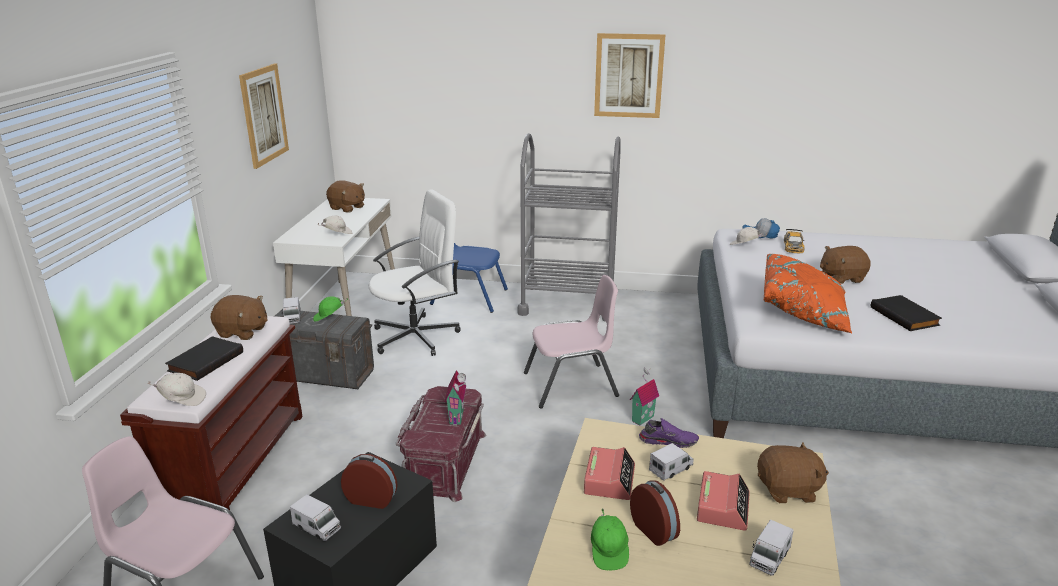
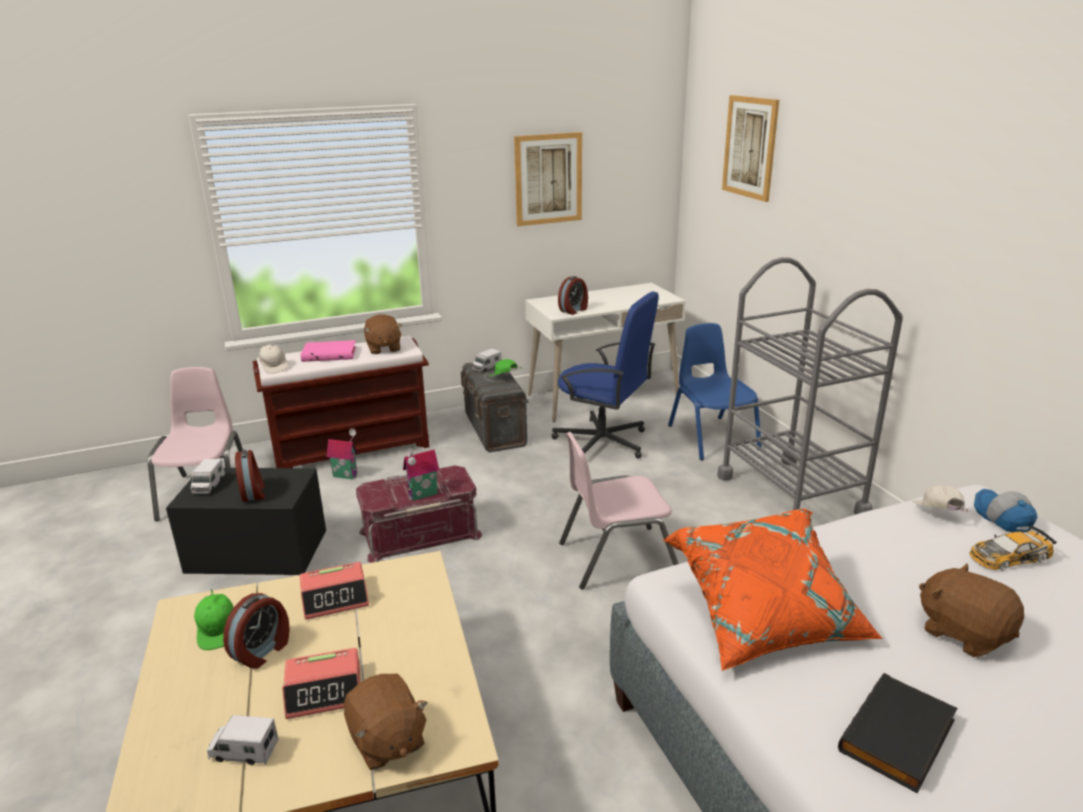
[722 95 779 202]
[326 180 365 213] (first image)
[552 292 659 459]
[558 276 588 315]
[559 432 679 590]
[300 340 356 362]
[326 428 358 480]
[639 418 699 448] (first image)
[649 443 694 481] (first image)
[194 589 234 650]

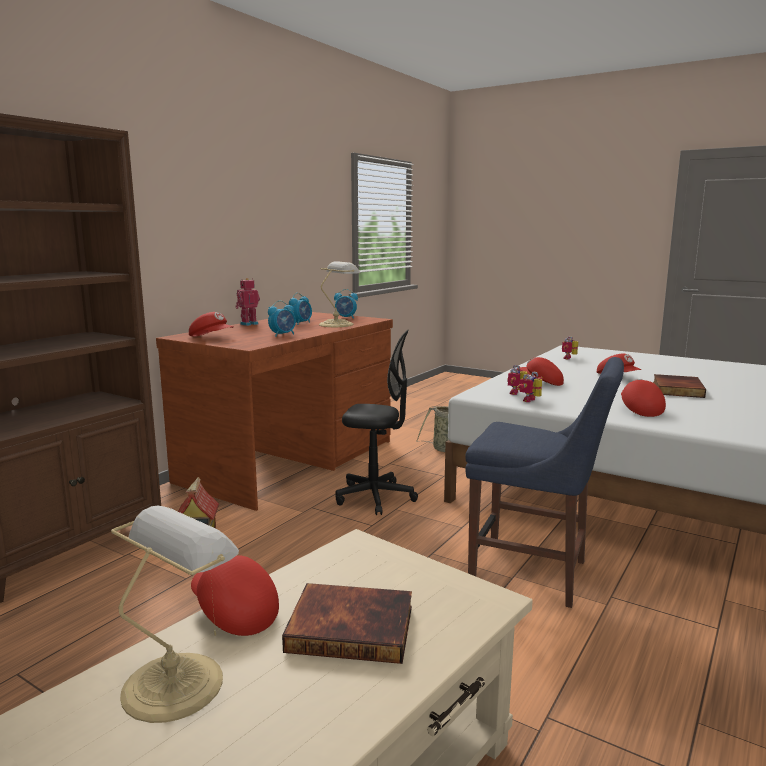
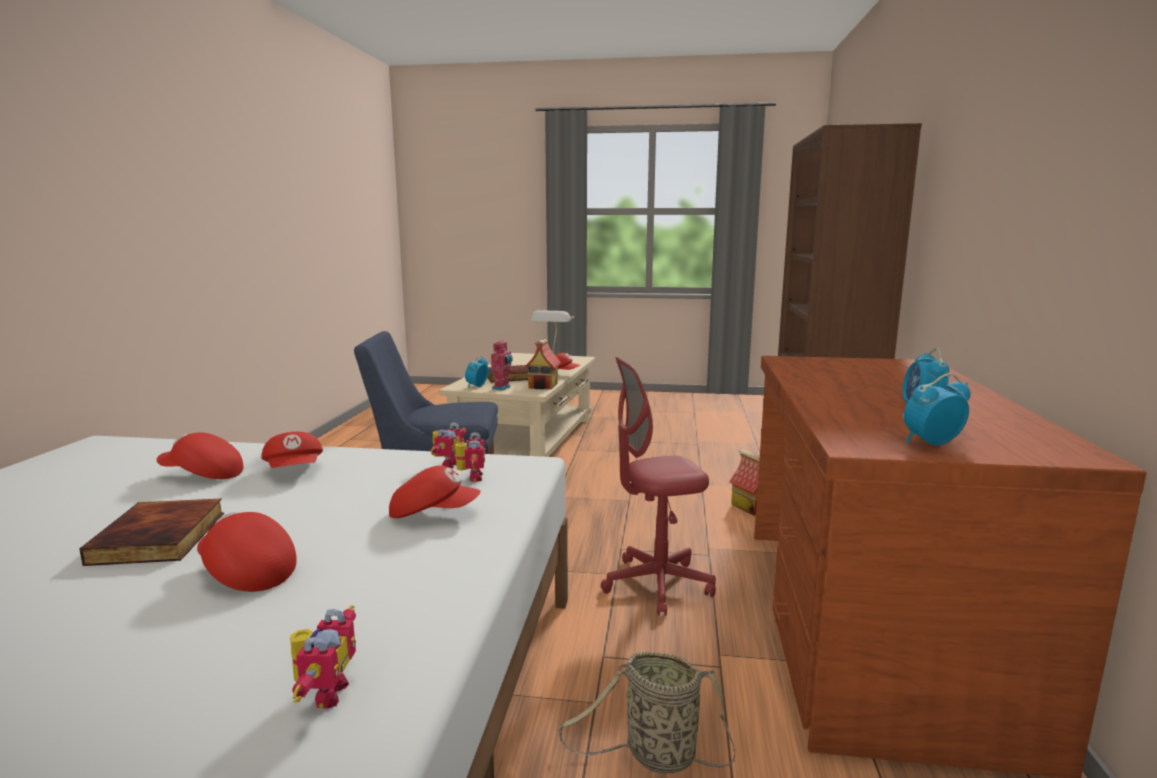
[319 261 360 327] (first image)
[491 340 513 390]
[465 355 488 388]
[157 432 243 479]
[601 357 716 616]
[524 339 561 390]

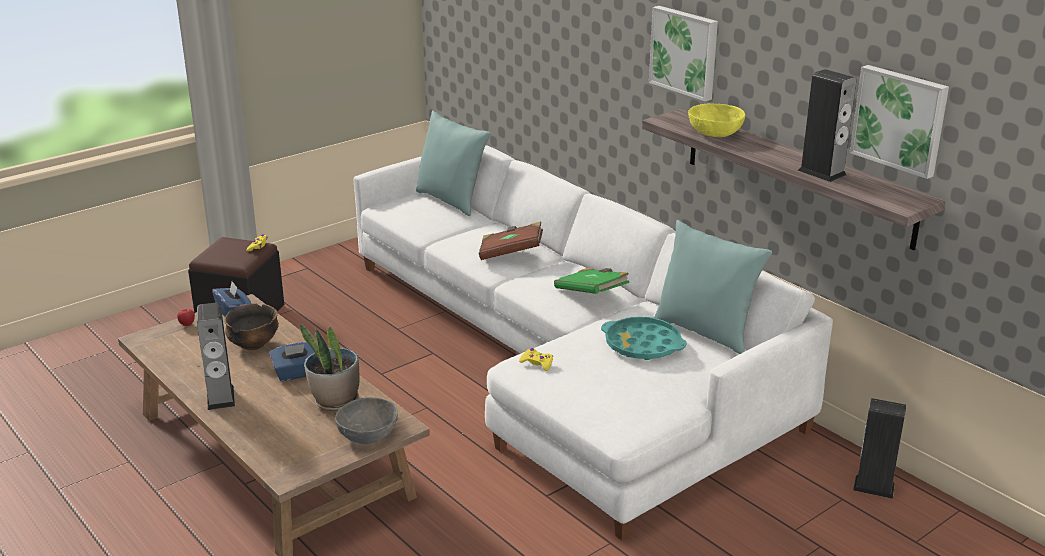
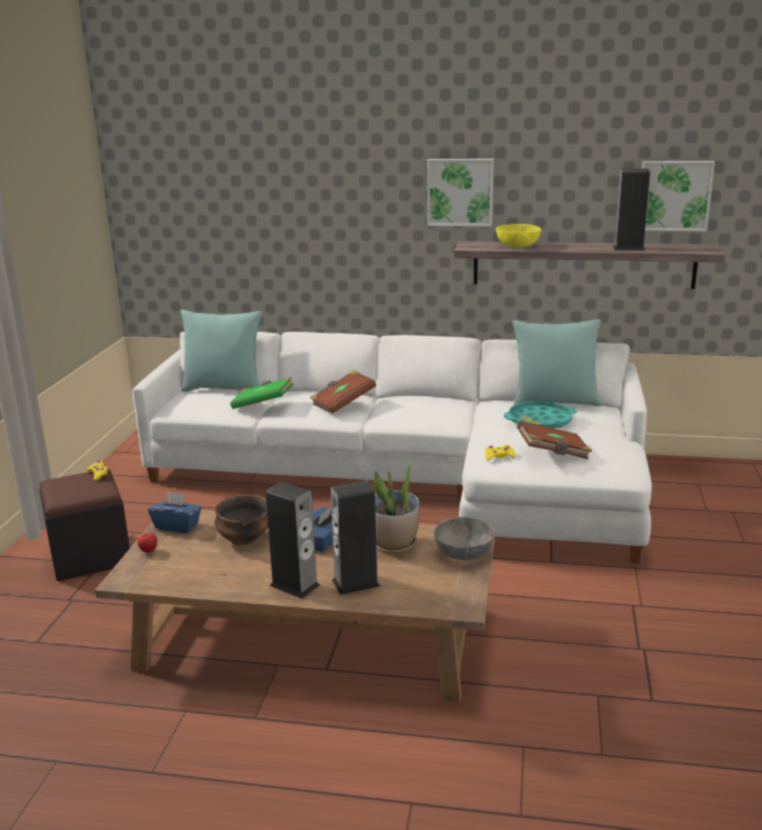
[230 376 294 409]
[331 480 380 595]
[517 421 592 459]

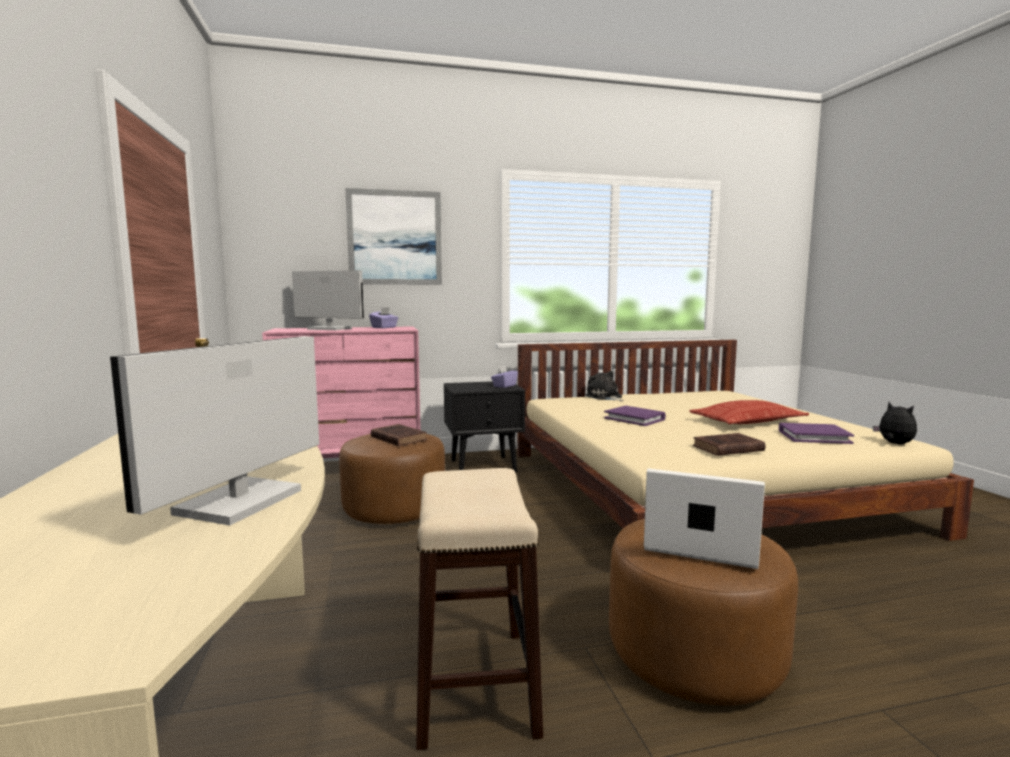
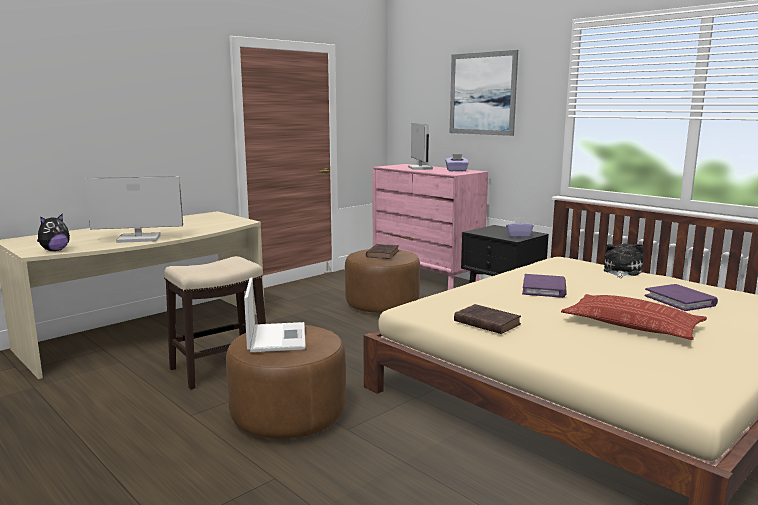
[37 213 70 251]
[645 284 718 311]

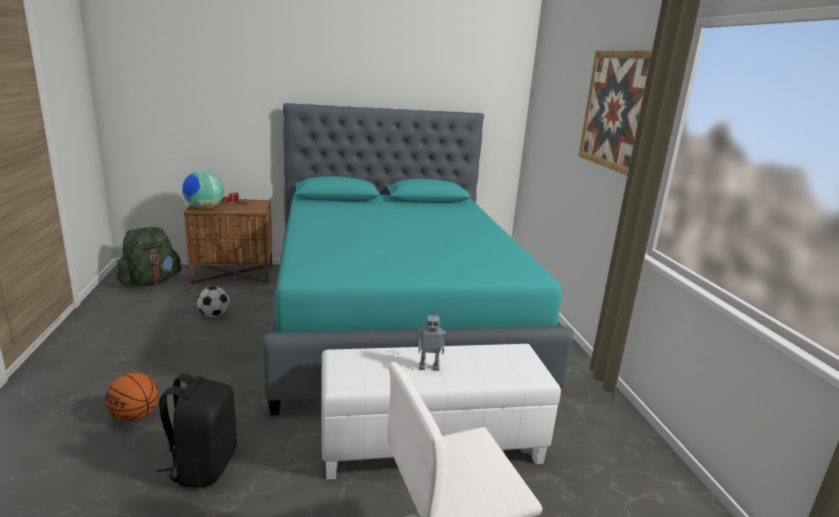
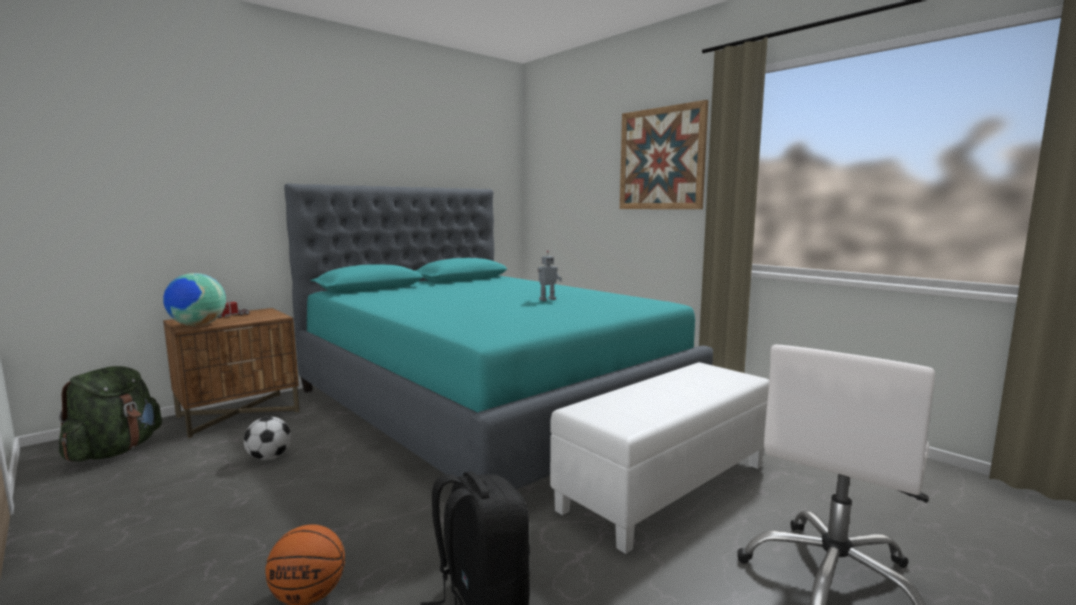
[538 250 562 301]

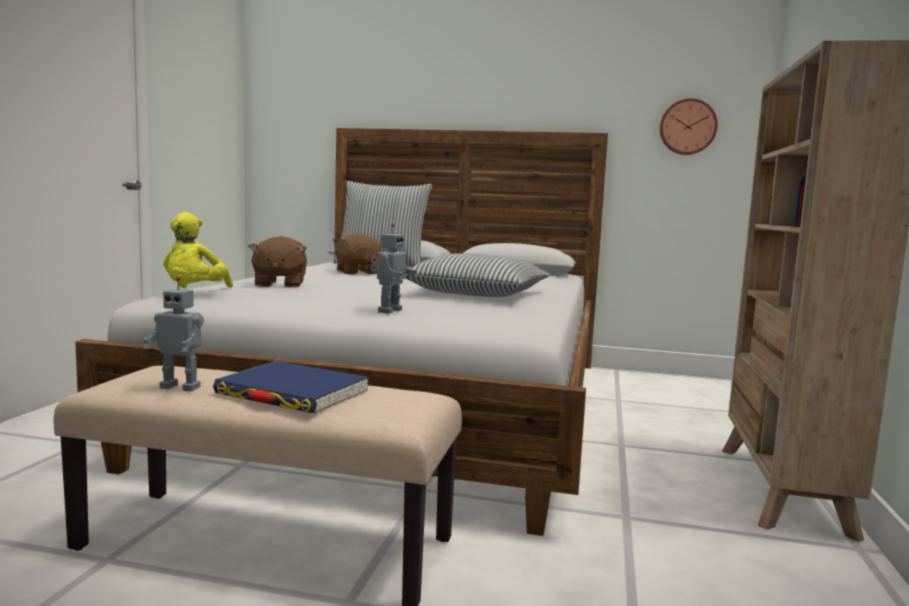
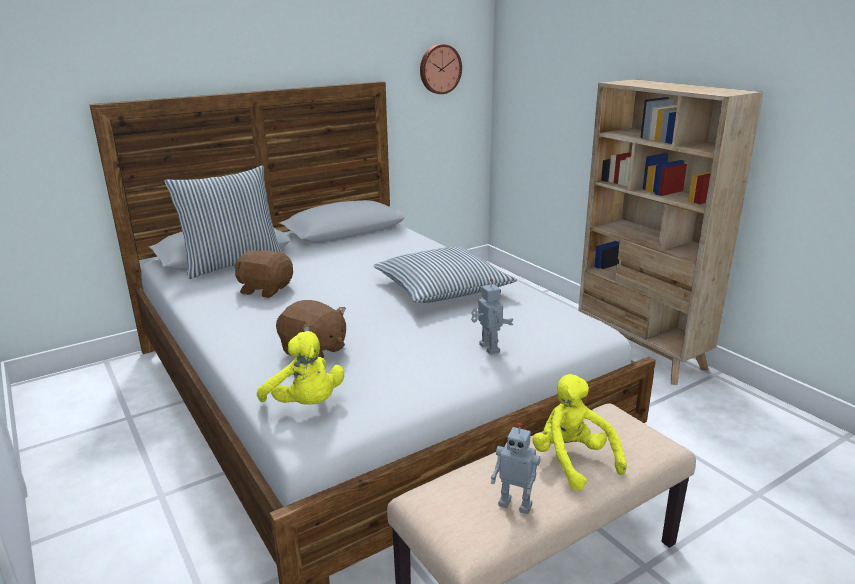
[491 423 541 514]
[532 374 627 491]

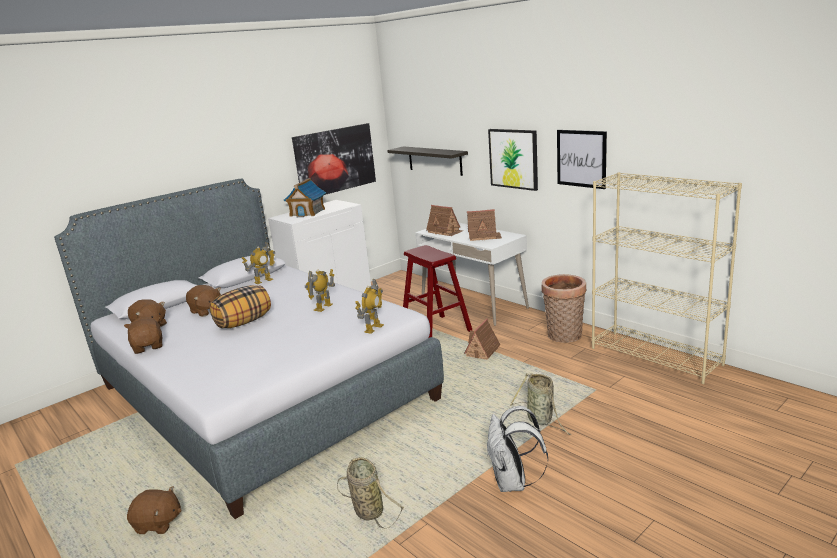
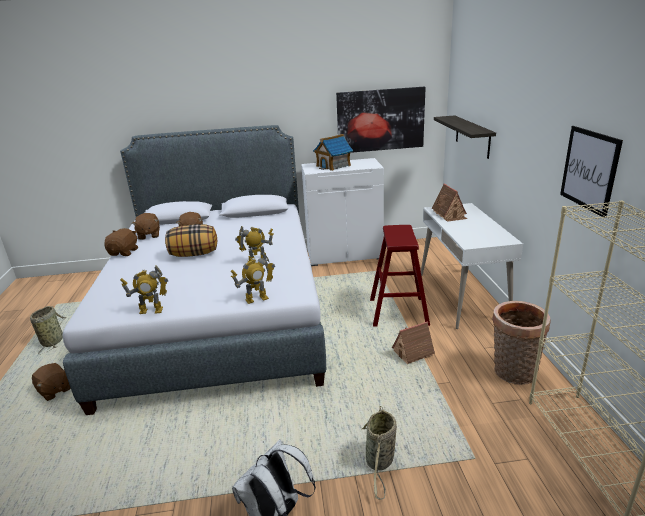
[488 129 538 191] (first image)
[467 209 502 241] (first image)
[120 265 168 314]
[30 306 66 355]

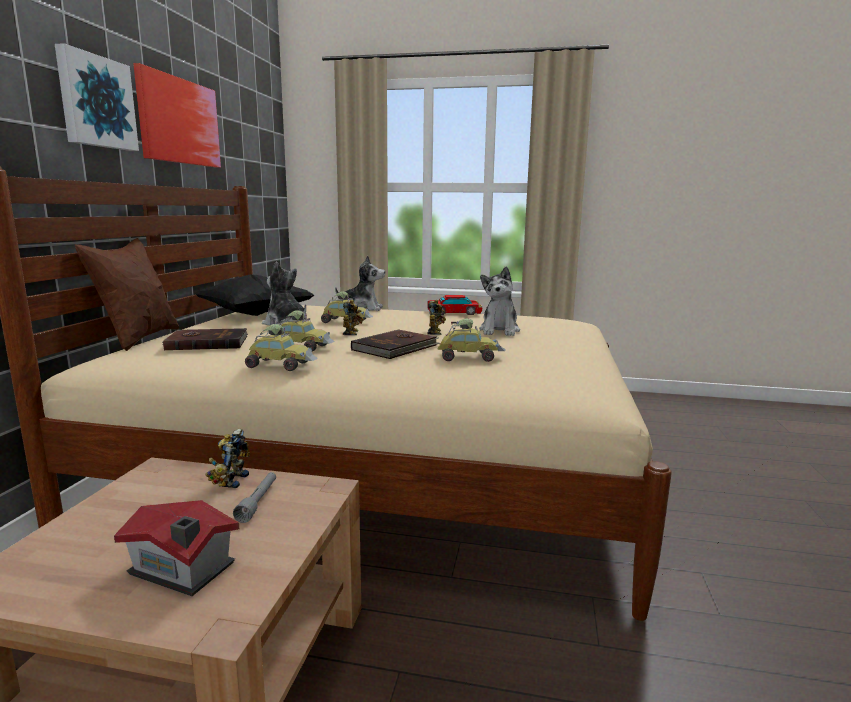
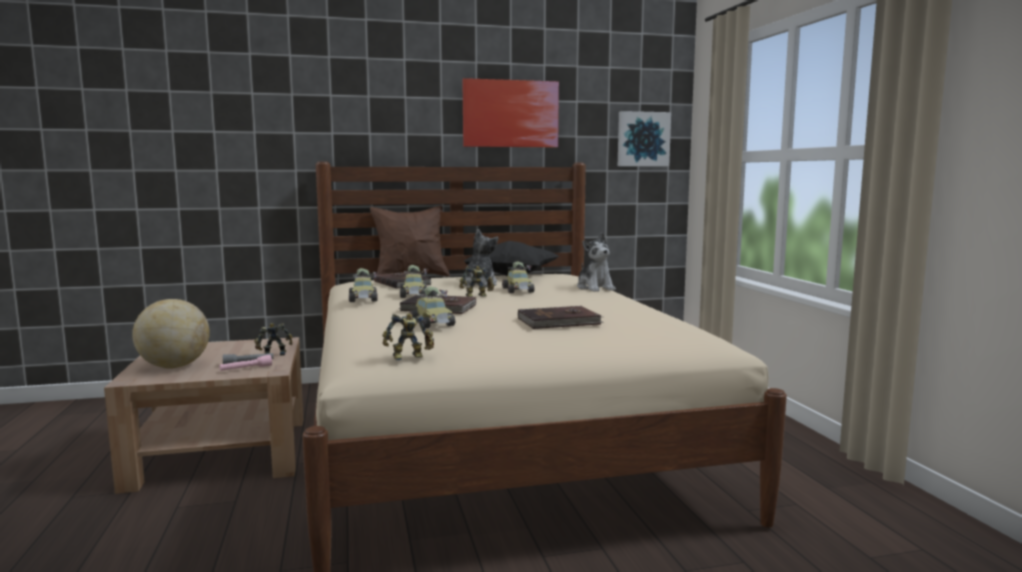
[618 111 671 166]
[518 306 604 329]
[427 295 482 315] (first image)
[382 313 434 360]
[132 299 210 369]
[219 355 272 371]

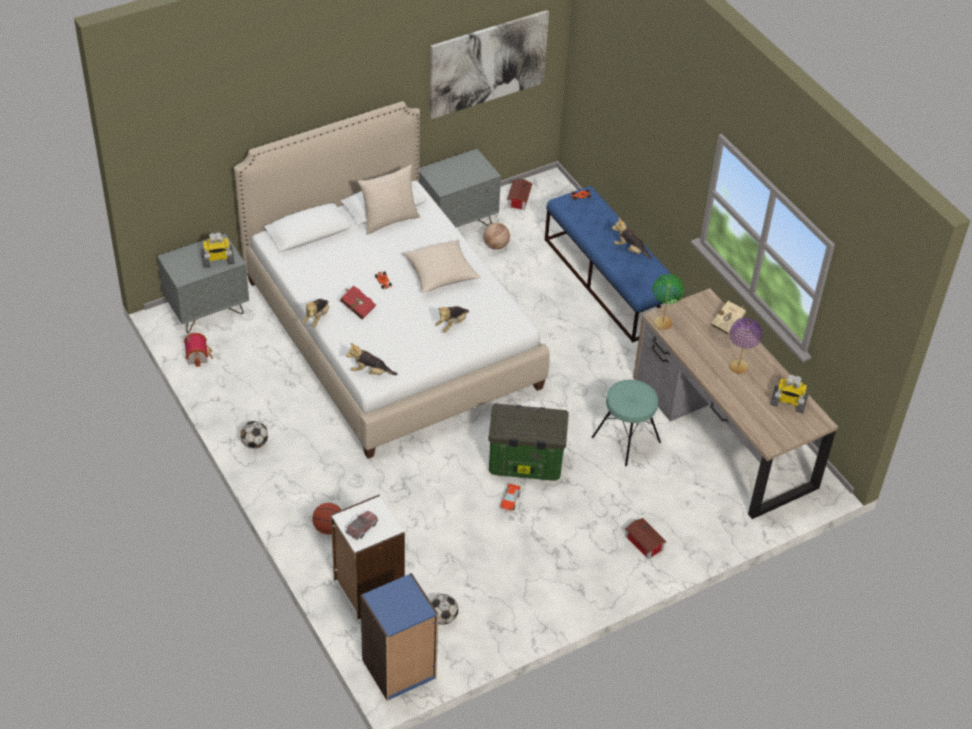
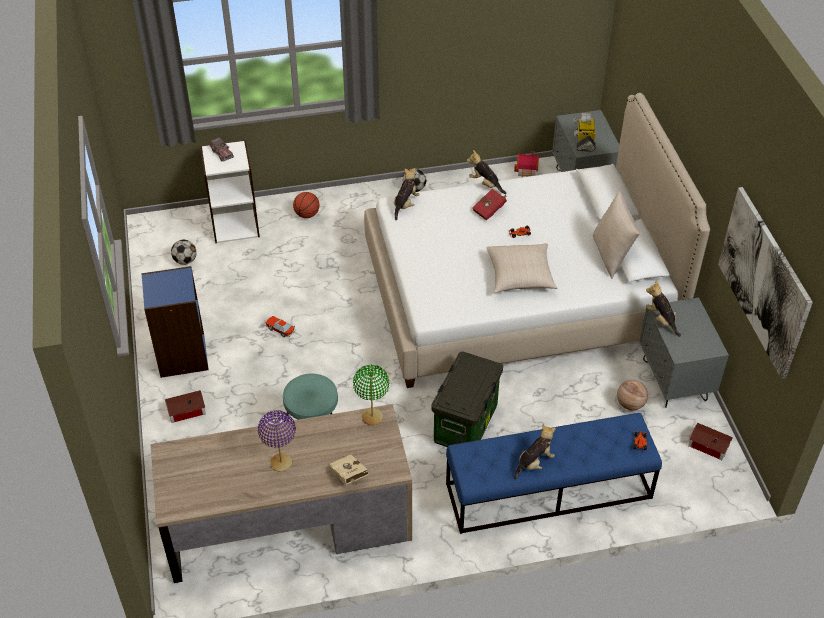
[646 280 681 337]
[770 375 809 413] (first image)
[432 351 503 447]
[141 266 209 378]

